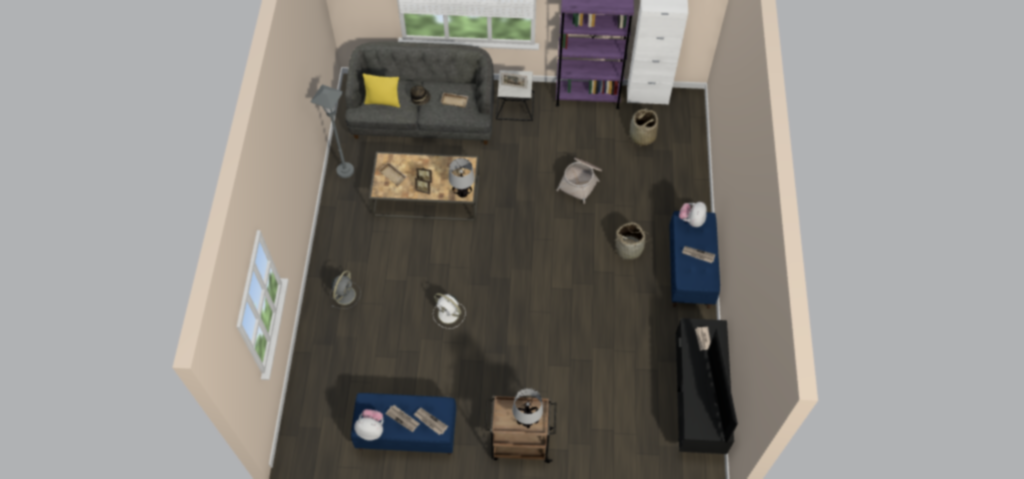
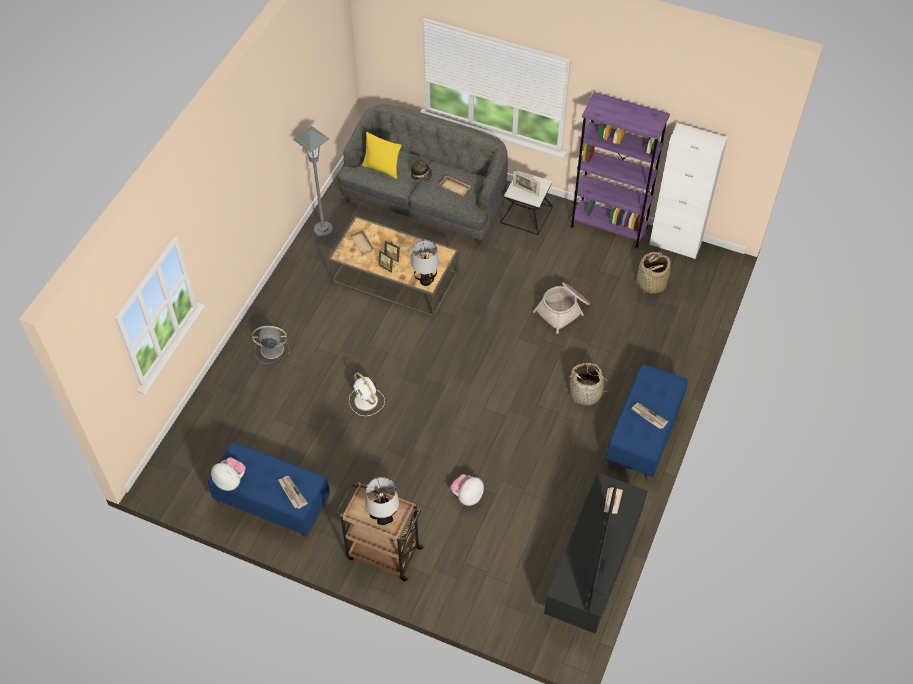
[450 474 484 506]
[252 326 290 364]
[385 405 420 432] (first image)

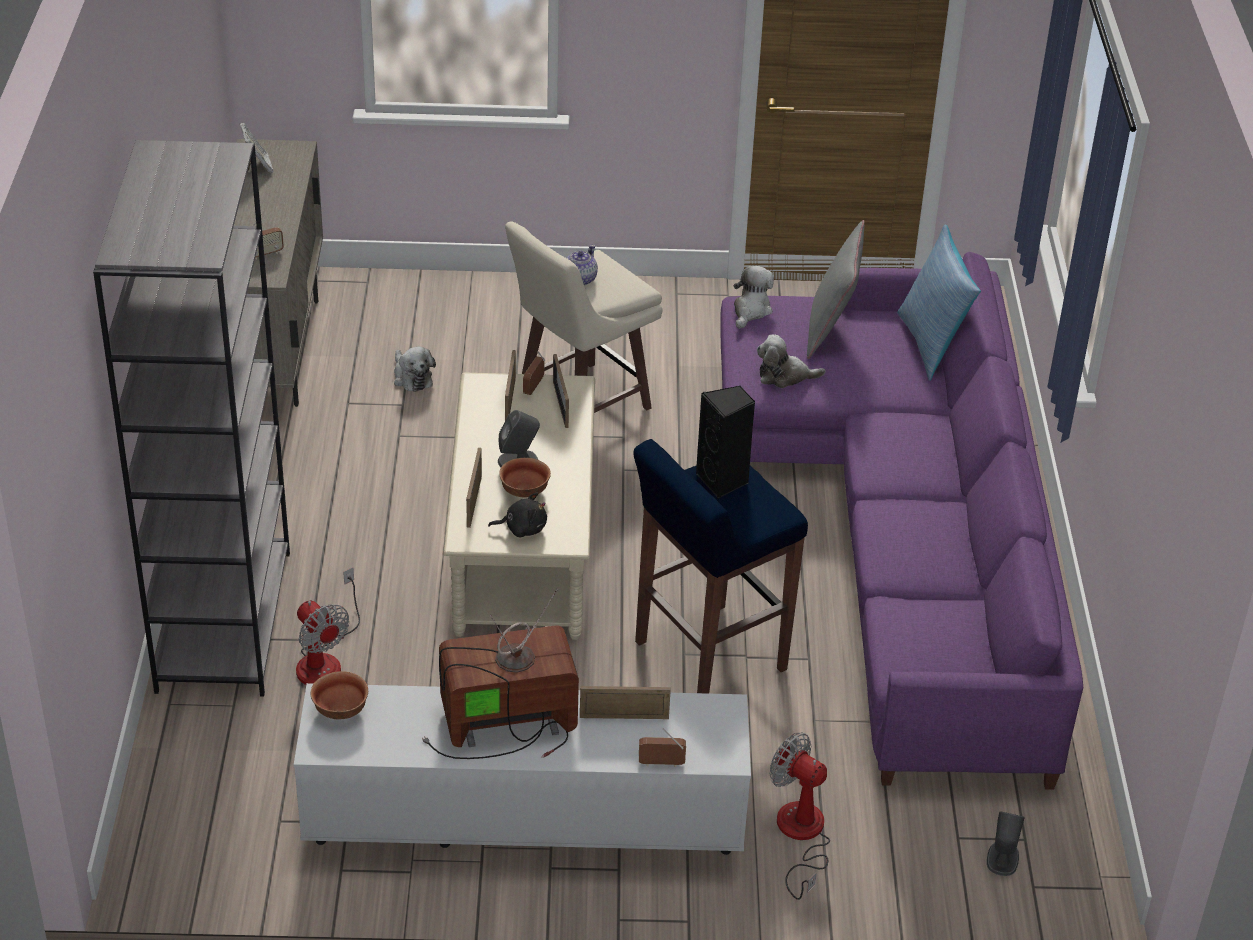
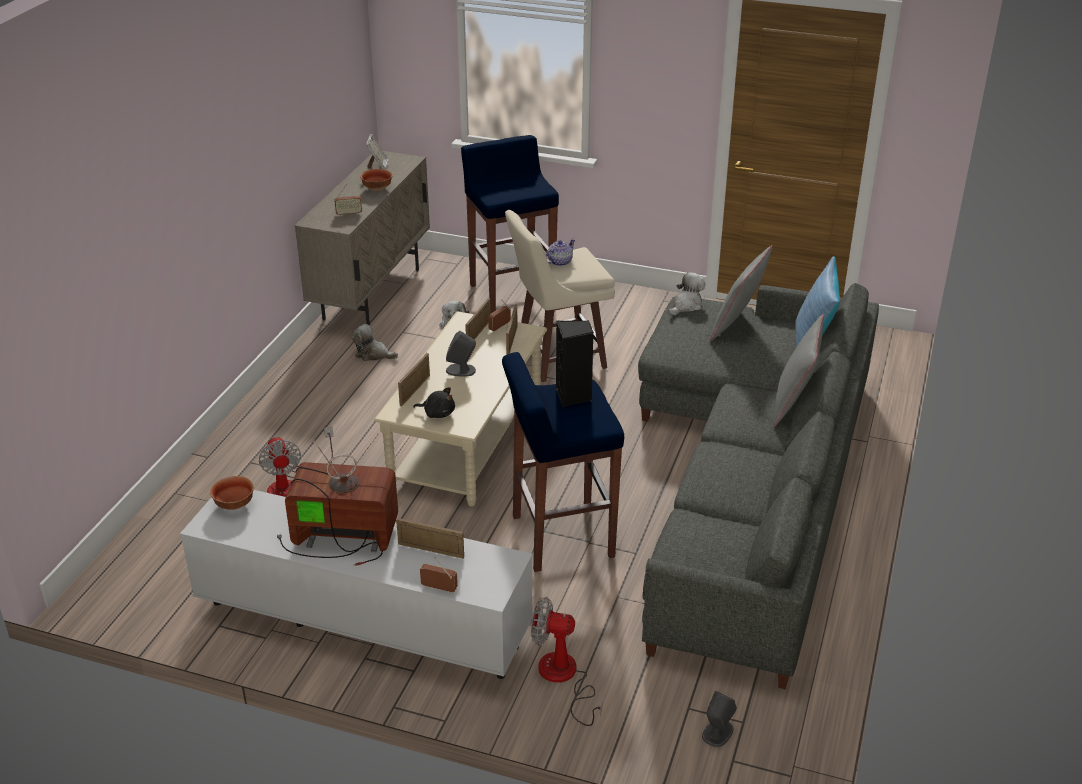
[93 140 290 697] (first image)
[638 283 879 689]
[353 324 398 361]
[360 169 393 191]
[531 597 603 726]
[461 135 559 313]
[773 314 824 427]

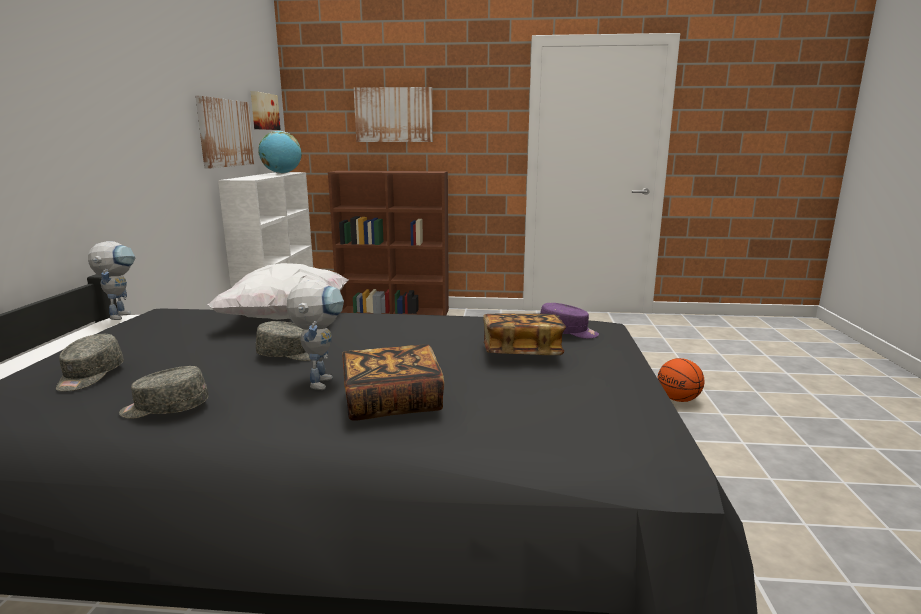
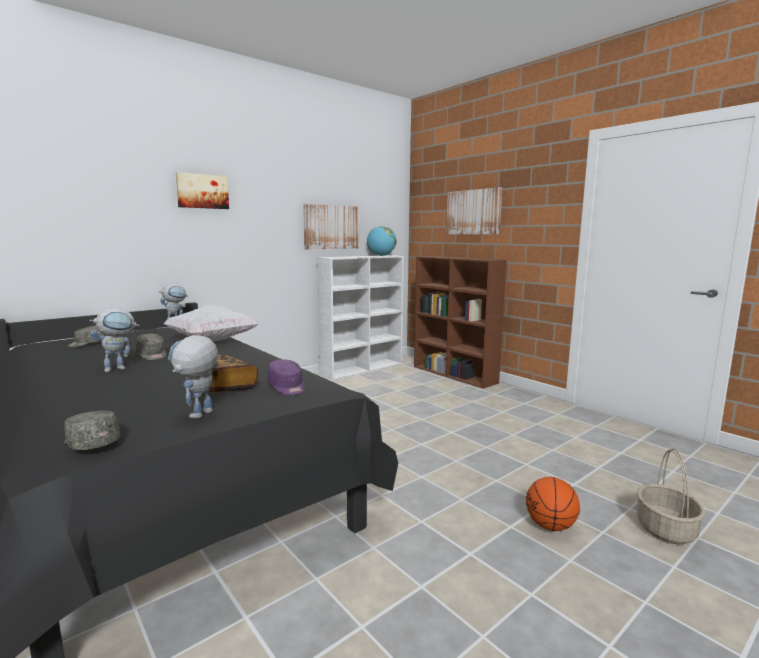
[176 172 229 209]
[342 344 444 421] (first image)
[64 411 120 450]
[168 335 218 418]
[637 449 705 544]

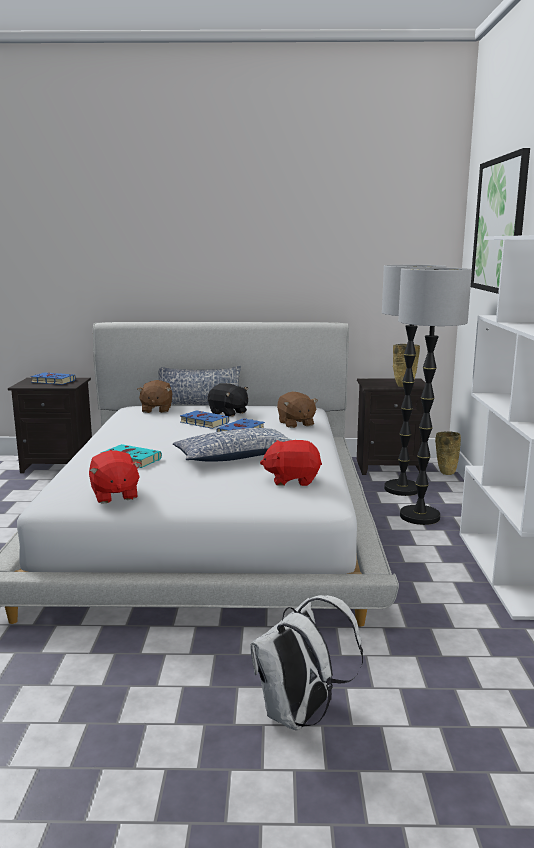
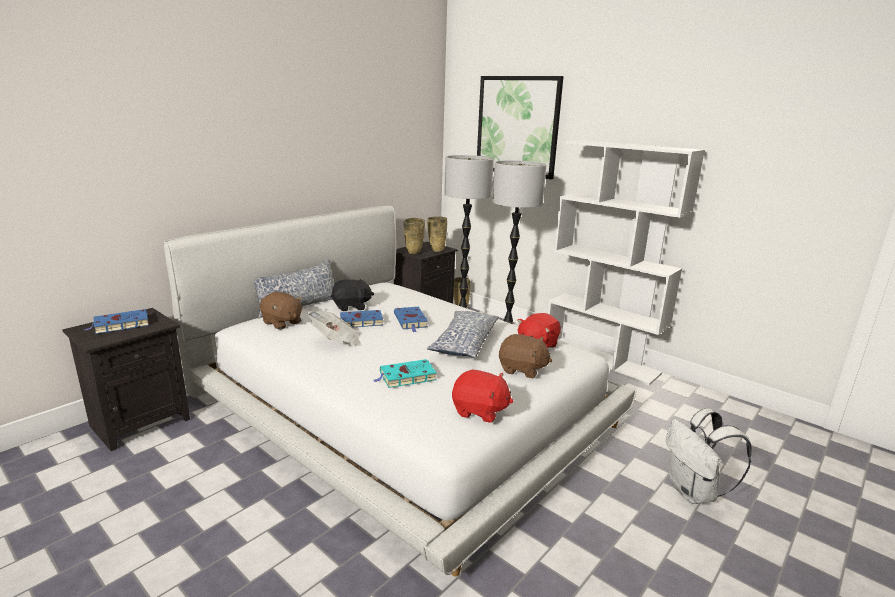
[499 334 552 378]
[404 218 425 254]
[307 311 362 346]

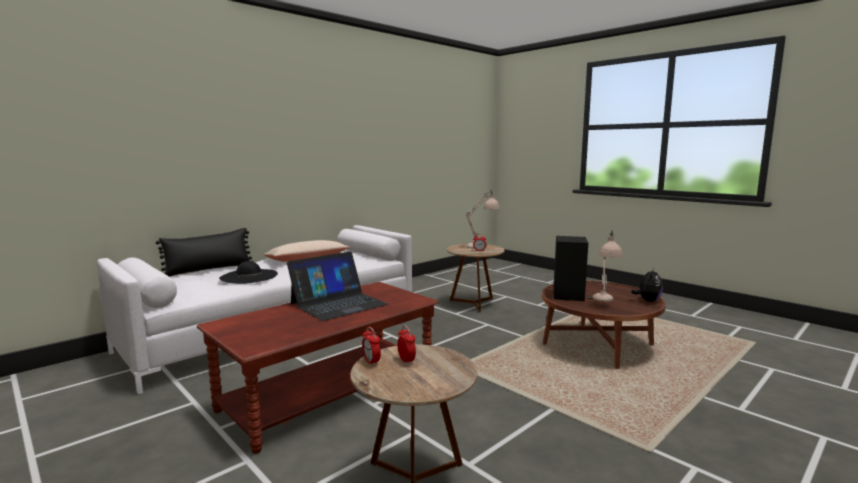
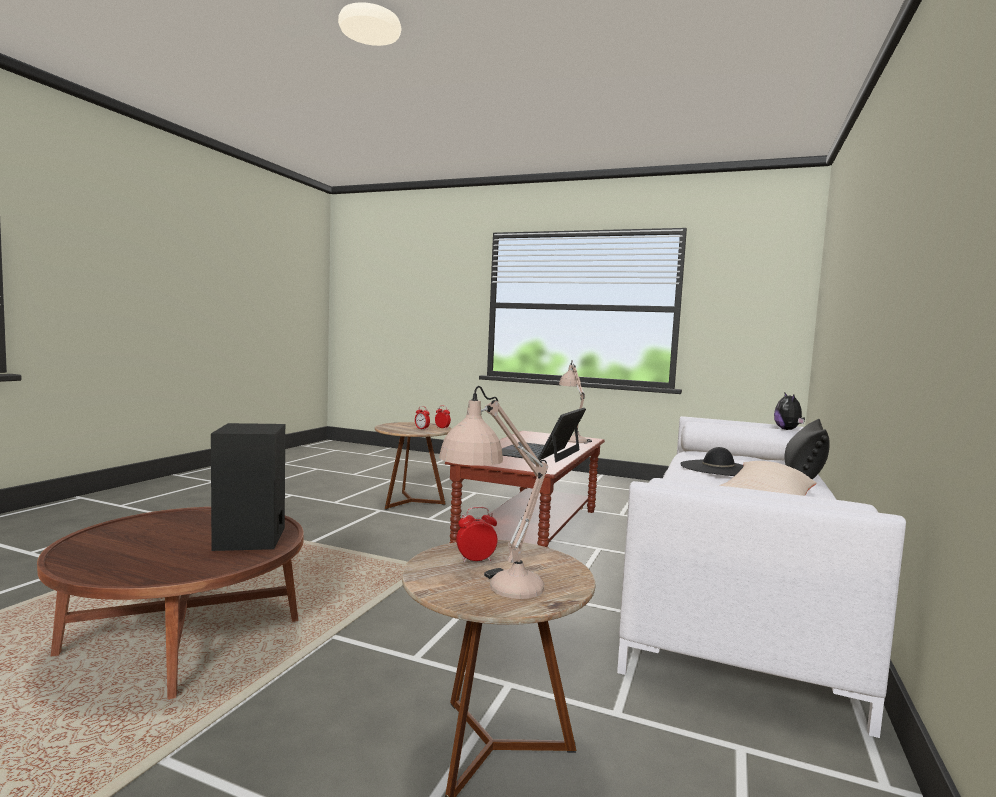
[559 360 592 444]
[774 392 805 430]

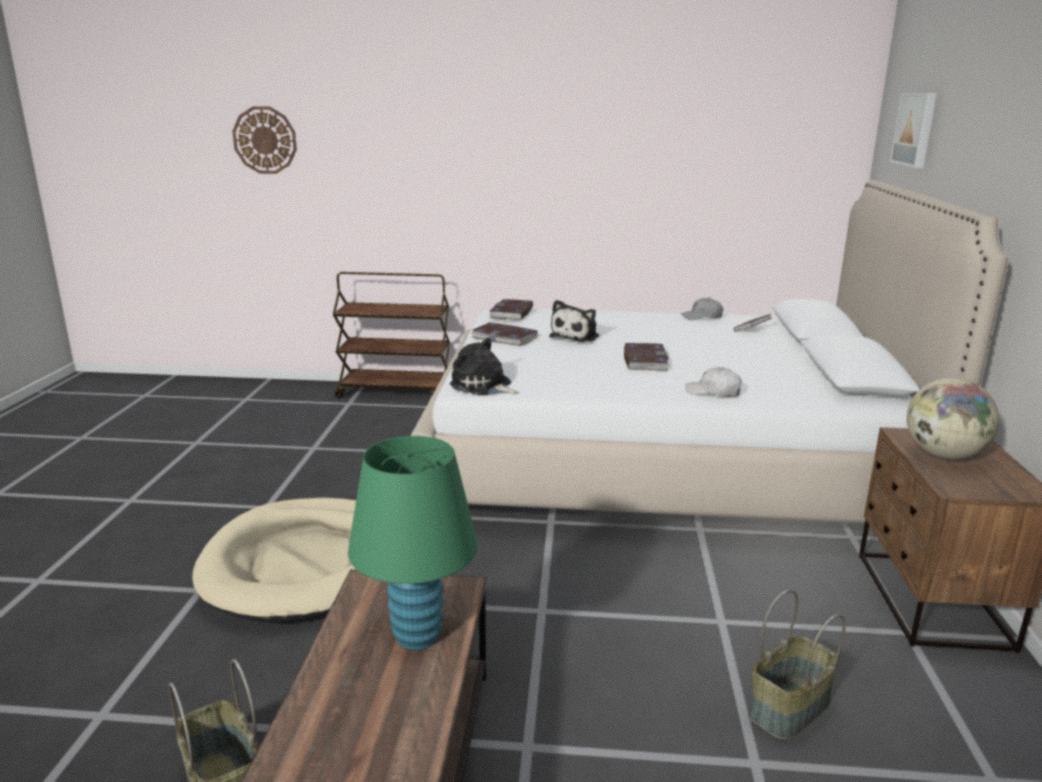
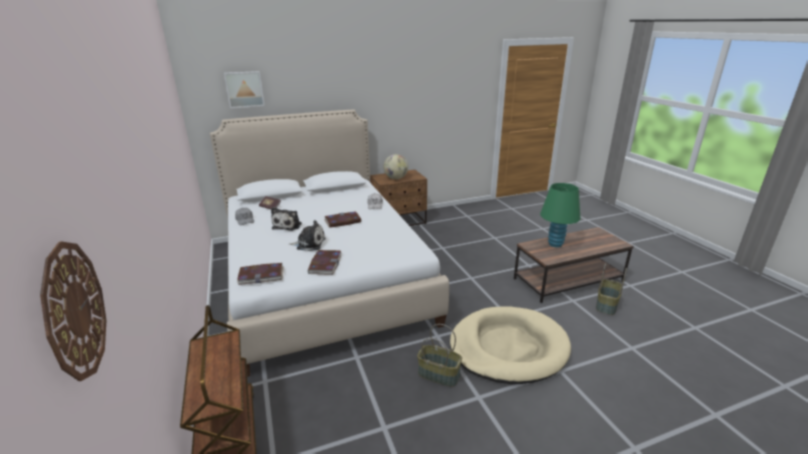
[271 207 302 231]
[417 324 462 387]

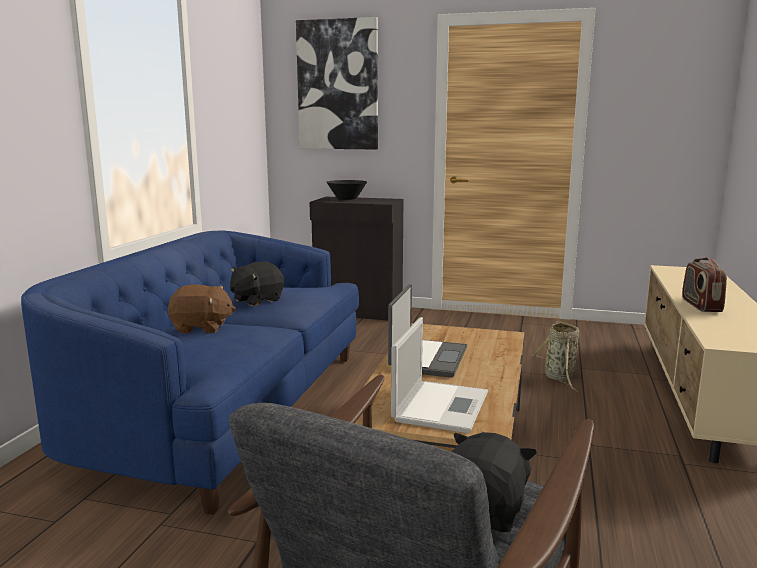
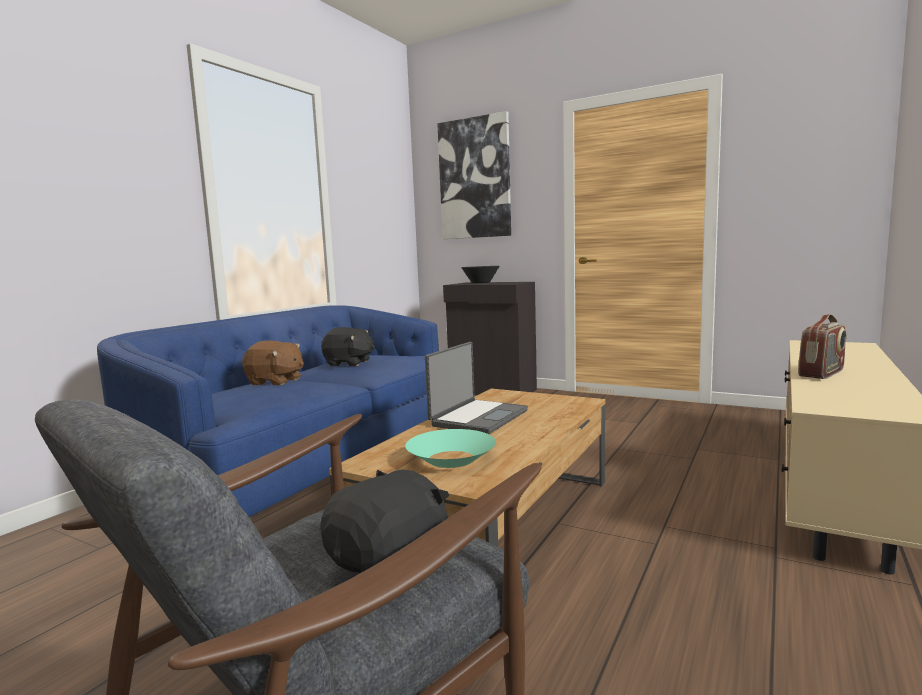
[798 314 846 379]
[321 327 375 366]
[405 429 496 468]
[532 321 579 392] (first image)

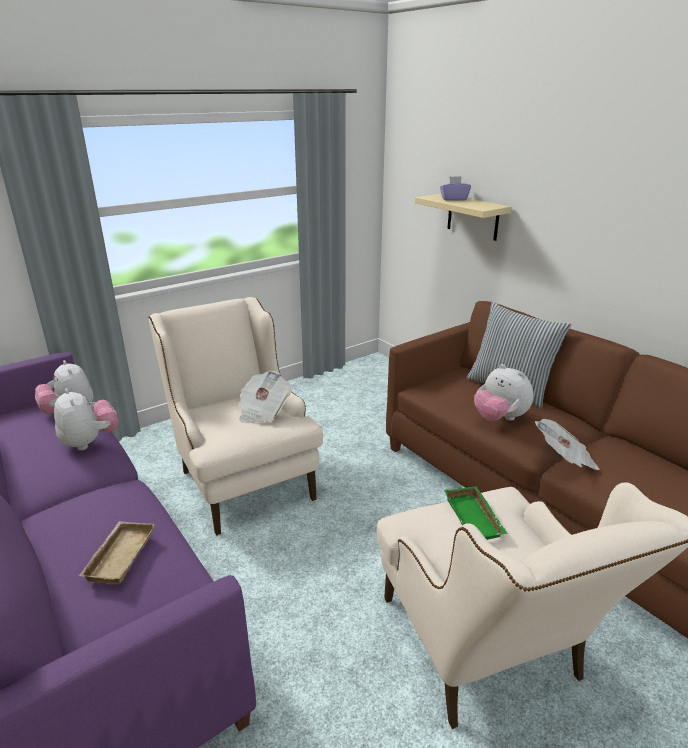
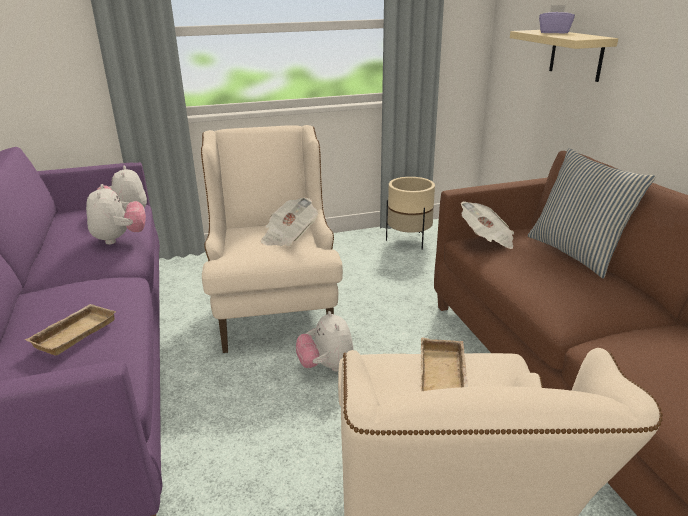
[296 311 354 371]
[461 201 514 249]
[421 338 468 391]
[386 177 435 250]

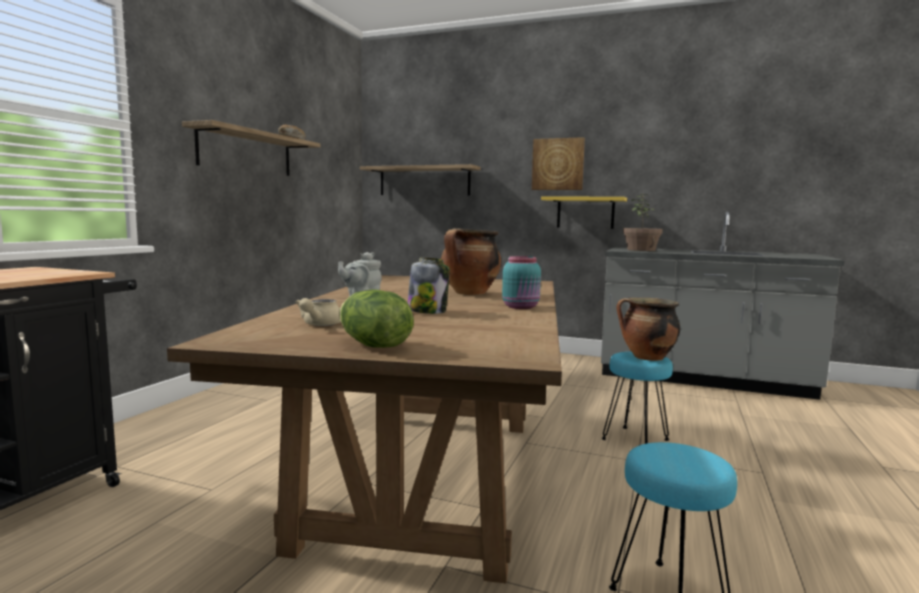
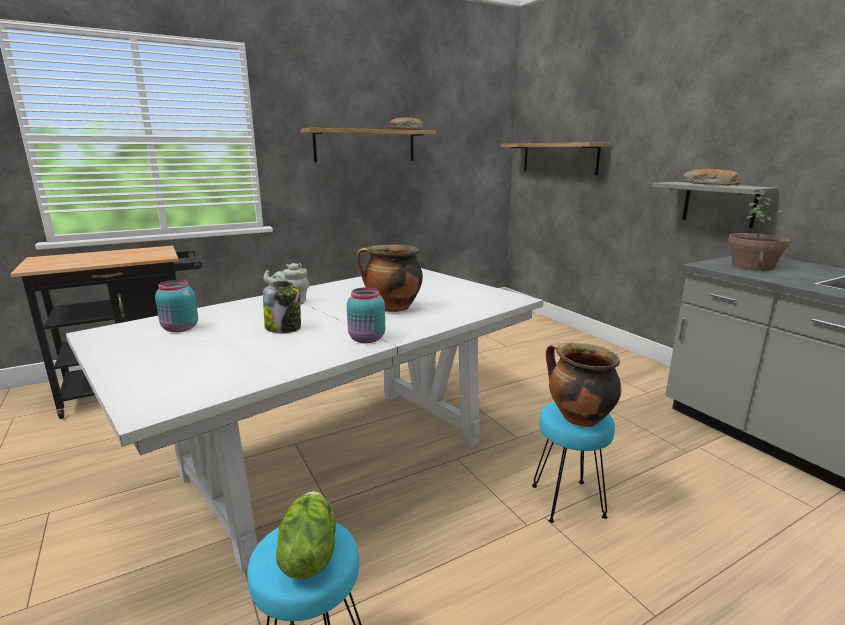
[532 137 585 190] (first image)
[652 182 778 228]
[66 268 543 572]
[276 491 336 579]
[155 280 198 332]
[683 169 741 186]

